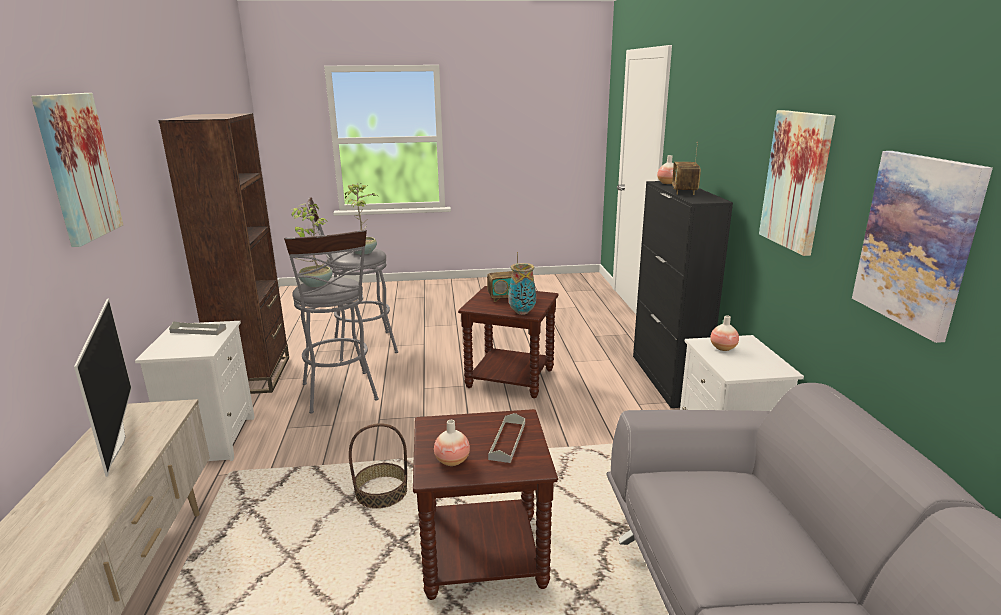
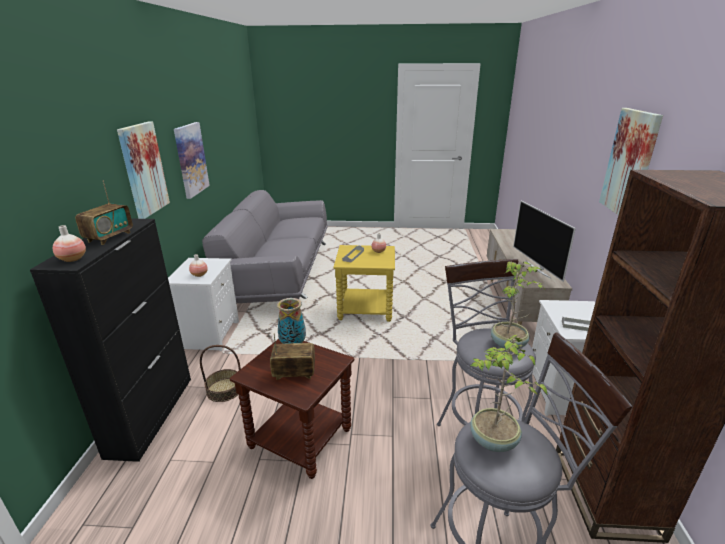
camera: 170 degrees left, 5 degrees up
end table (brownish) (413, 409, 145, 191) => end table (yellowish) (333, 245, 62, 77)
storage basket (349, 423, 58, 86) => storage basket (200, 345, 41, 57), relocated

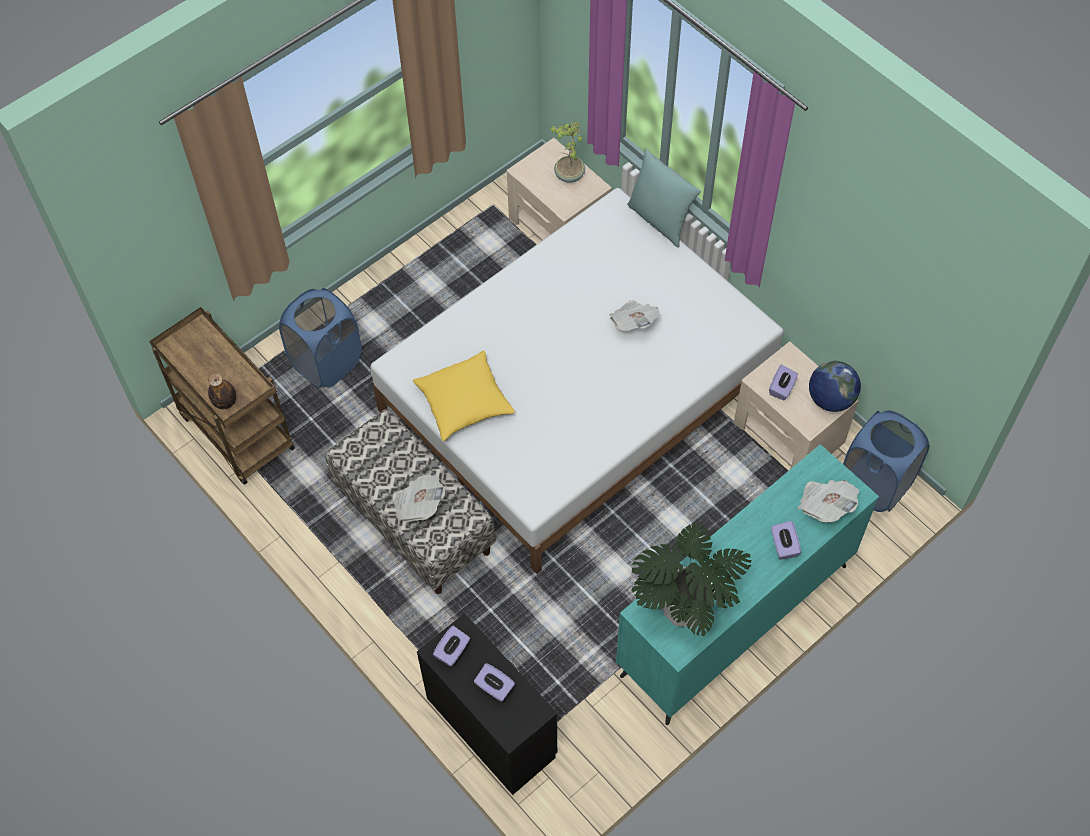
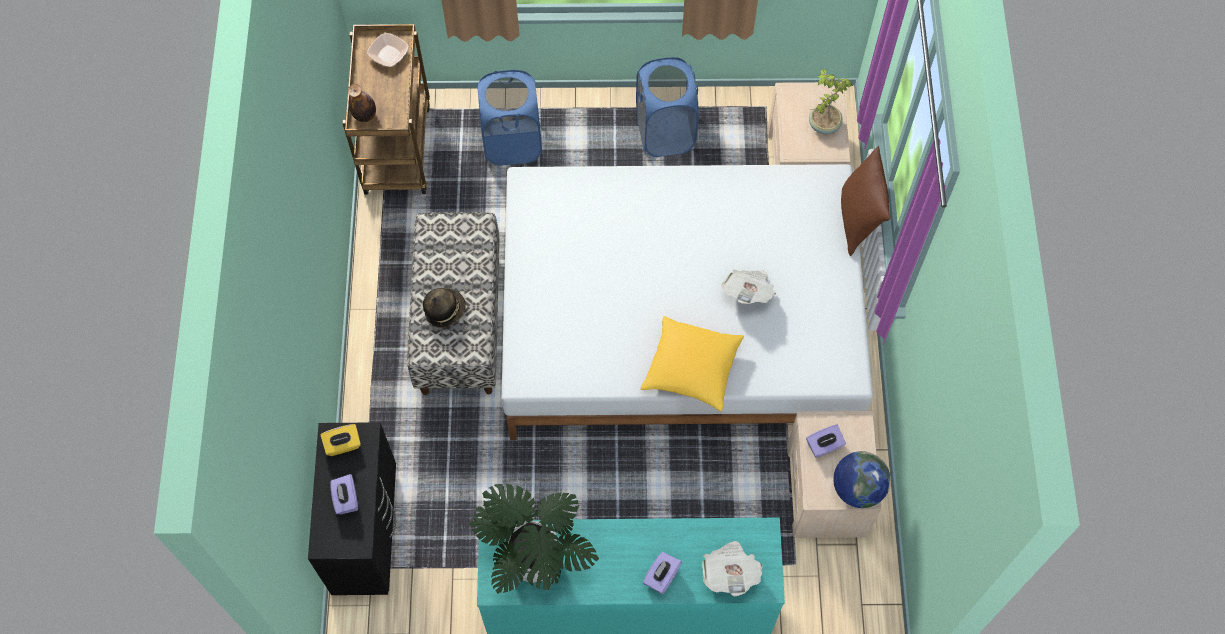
camera: 40 degrees right, 5 degrees up
cushion (turquoise-coloured) (627, 148, 74, 100) => cushion (brownish) (841, 146, 49, 110)
cushion (yellowish) (413, 350, 102, 91) => cushion (yellowish) (641, 316, 103, 95), relocated
laundry basket (blue-coloured) (843, 410, 87, 102) => laundry basket (blue-coloured) (636, 57, 63, 100), relocated
printed paper (392, 475, 53, 47) => wearable hat (423, 288, 43, 40)
tissue box (purple) (433, 626, 37, 41) => tissue box (yellowish) (320, 424, 41, 32)
nothing => bowl (367, 33, 42, 34)

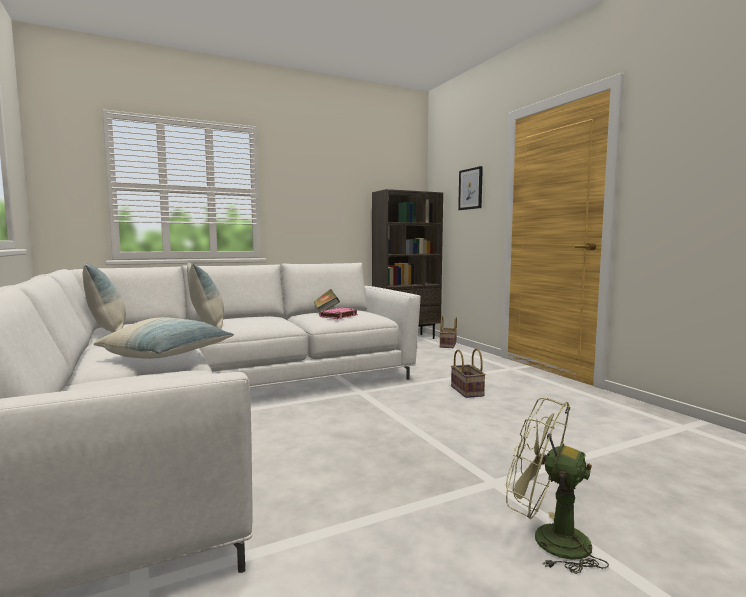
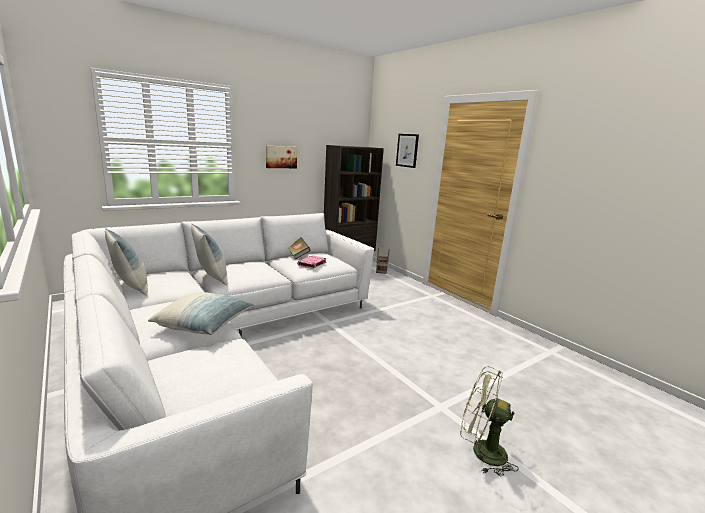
camera: 10 degrees left, 10 degrees up
storage basket (451, 348, 35, 50) => nothing
nothing => wall art (266, 146, 31, 22)

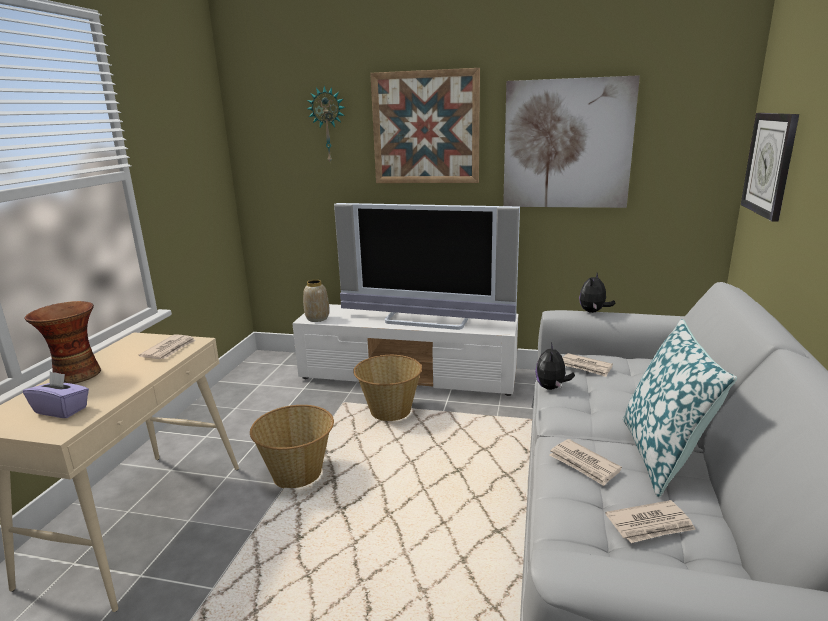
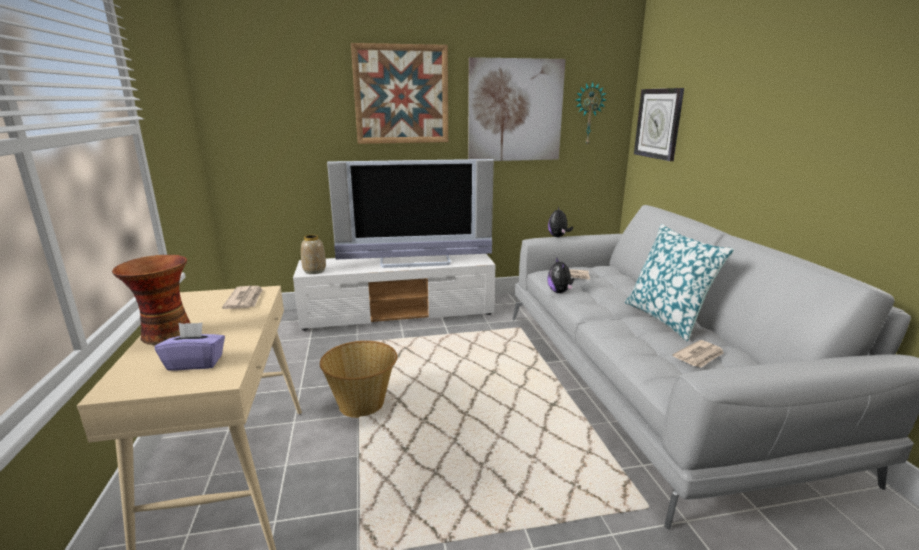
camera: 25 degrees left, 0 degrees up
clock on the wall (307, 86, 39, 76) => clock on the wall (576, 82, 30, 63), relocated
storage basket (353, 355, 69, 66) => nothing
printed paper (549, 439, 73, 47) => nothing

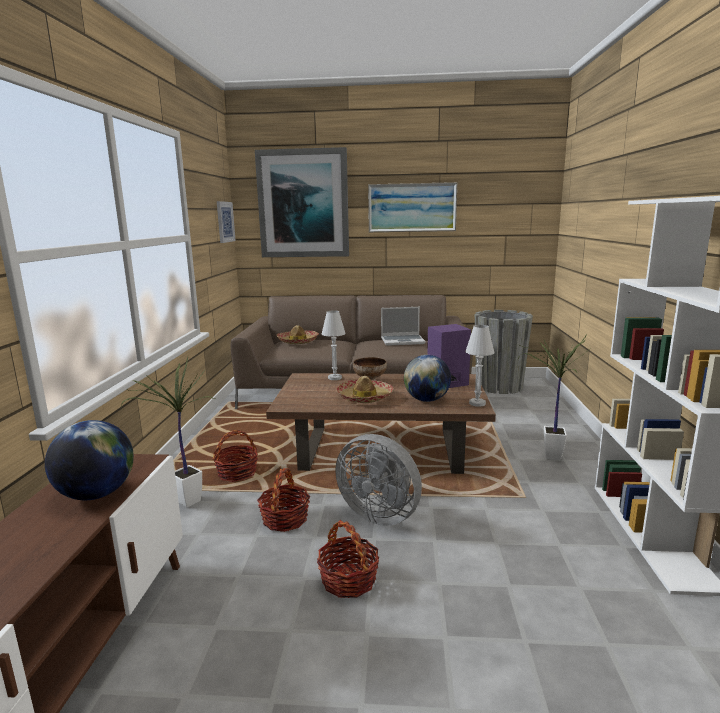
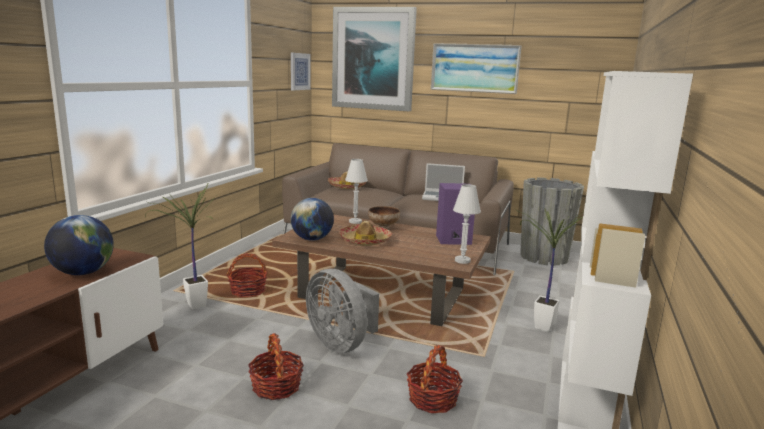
camera: 15 degrees right, 0 degrees up
desk globe (404, 355, 47, 47) => desk globe (291, 198, 43, 43), relocated
storage basket (257, 468, 53, 64) => storage basket (407, 345, 56, 69), relocated

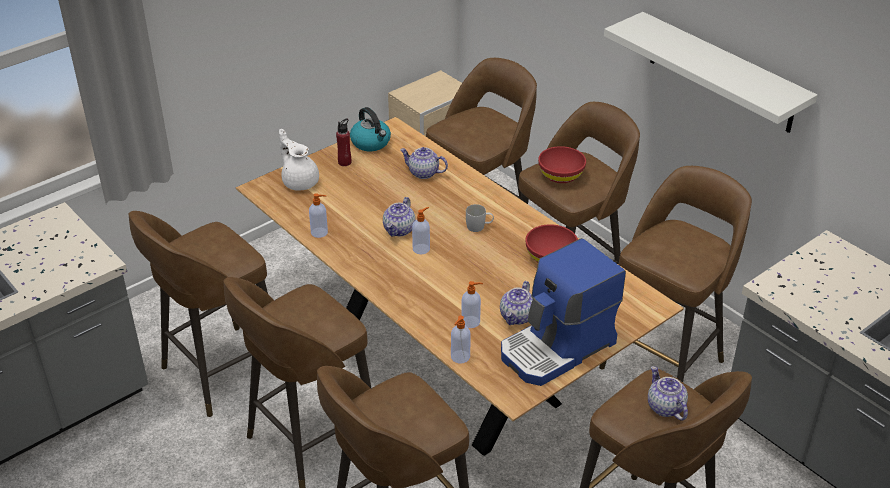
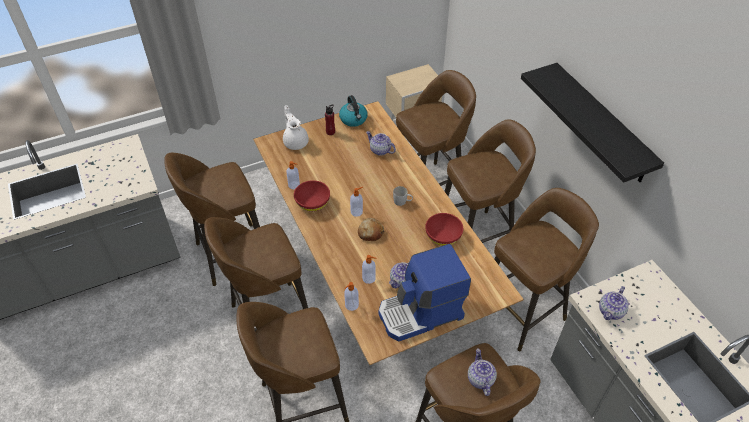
camera: 15 degrees right, 10 degrees up
shelf (white-coloured) (604, 12, 213, 121) => shelf (black-coloured) (521, 63, 143, 120)
bowl (red-coloured) (538, 146, 48, 37) => bowl (red-coloured) (294, 180, 36, 31), relocated
teapot (383, 197, 33, 40) => teapot (599, 286, 30, 34), relocated
nothing => baked bread (358, 218, 27, 23)

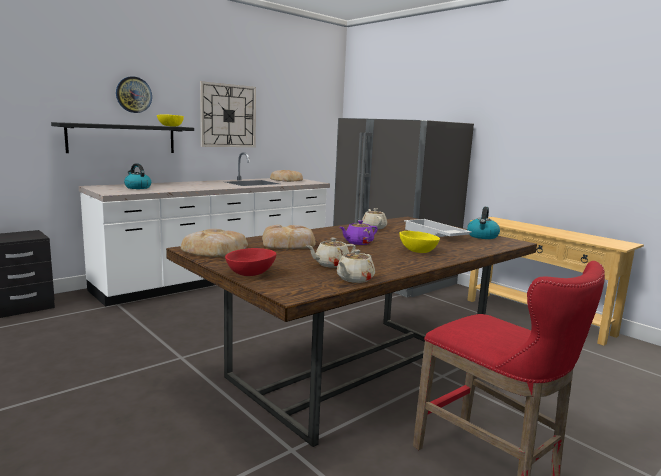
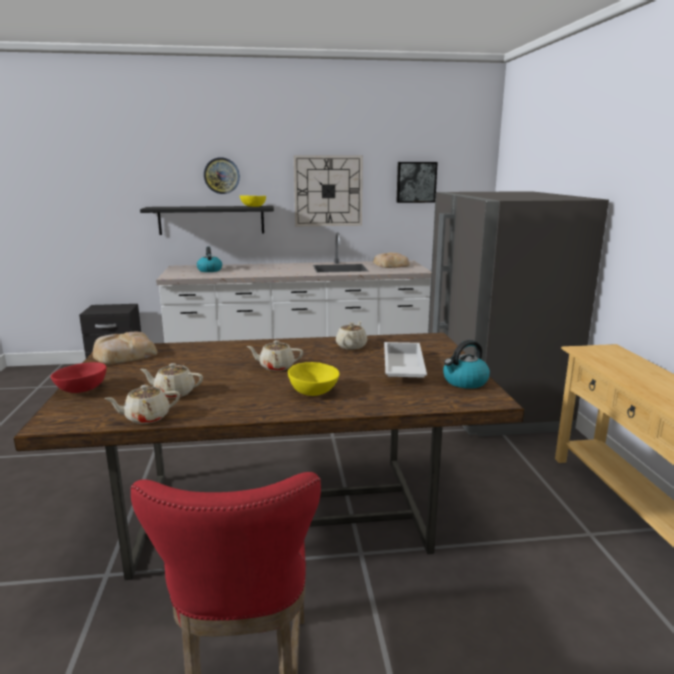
camera: 35 degrees right, 5 degrees up
teapot (purple) (340, 220, 38, 25) => teapot (beige-coloured) (246, 340, 57, 31)
baked bread (262, 225, 54, 24) => nothing
nothing => wall art (396, 162, 42, 41)

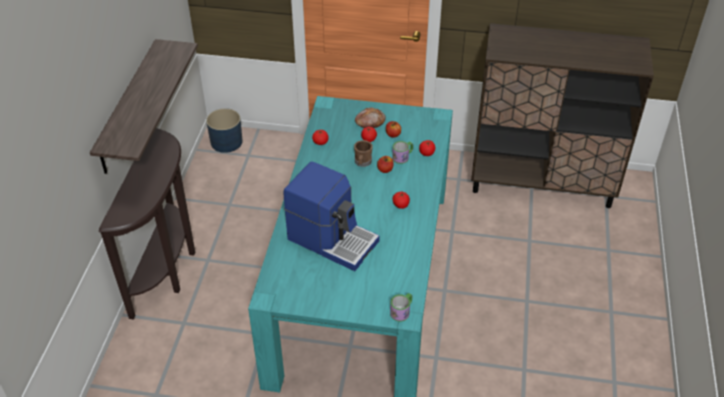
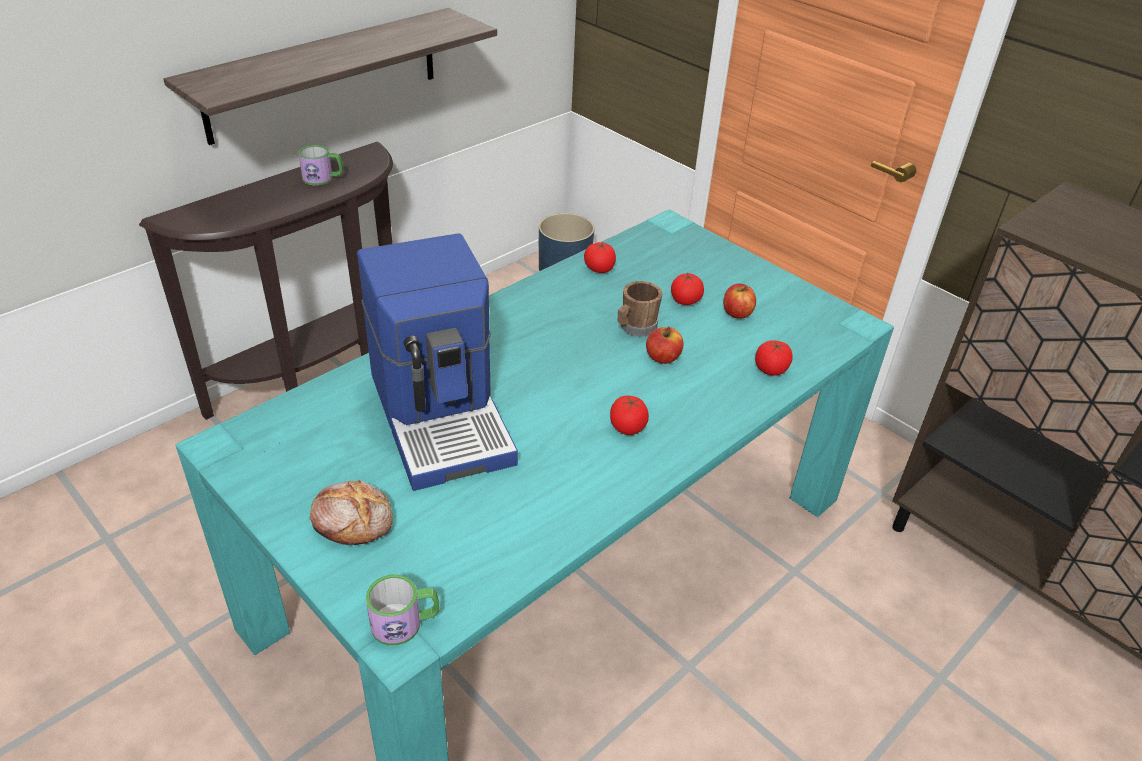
camera: 35 degrees right, 5 degrees down
baked bread (355, 107, 31, 21) => baked bread (310, 480, 83, 65), relocated
tea mug (392, 141, 21, 23) => tea mug (298, 145, 45, 40), relocated

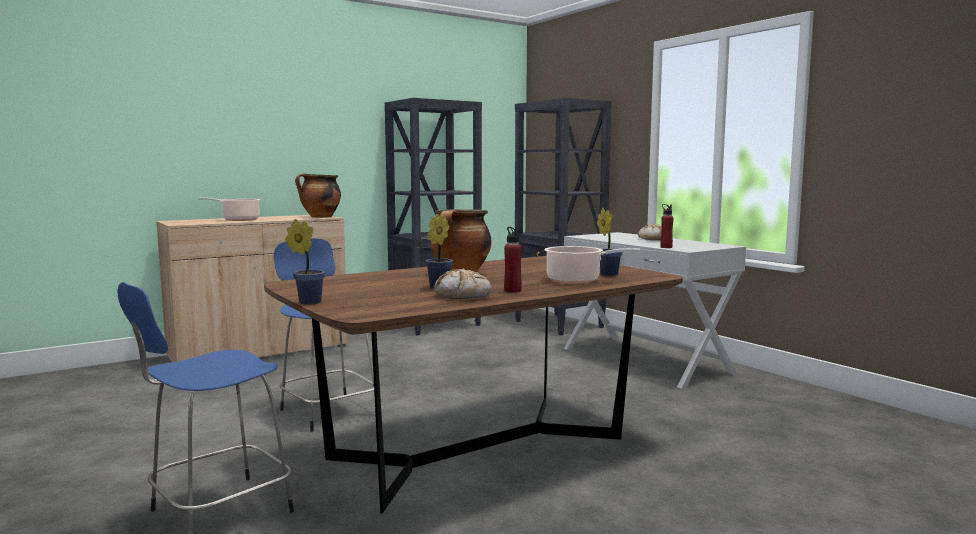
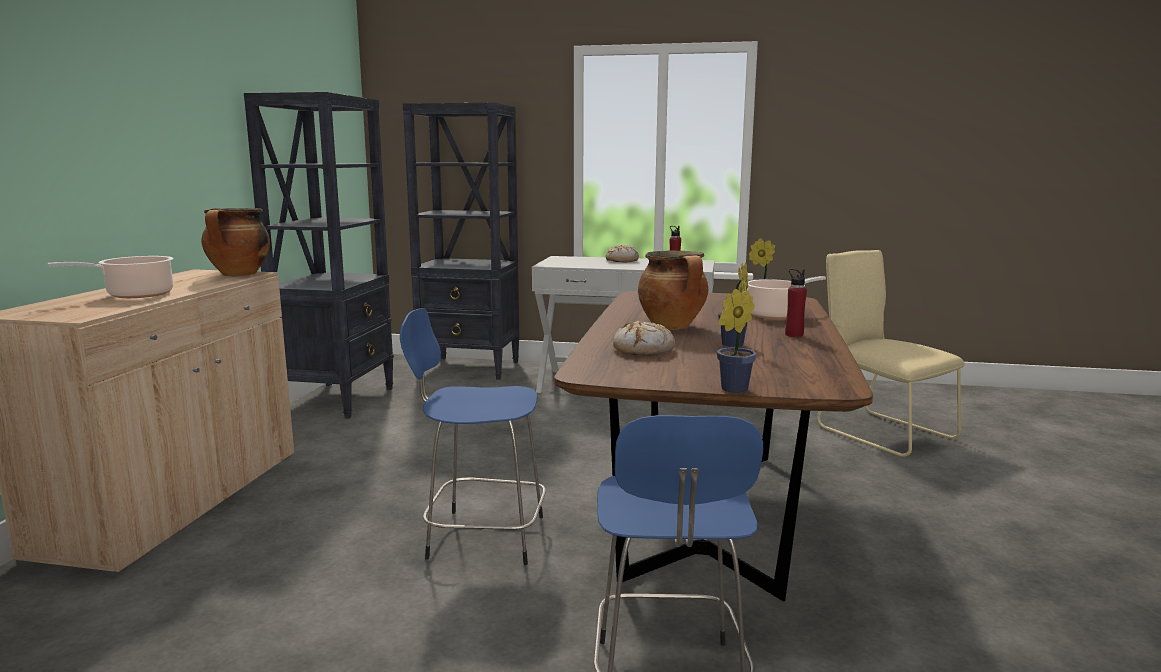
camera: 45 degrees left, 5 degrees up
baked bread (434, 268, 57, 31) => baked bread (613, 320, 62, 36), relocated
nothing => plain chair (beige-coloured) (817, 250, 147, 207)

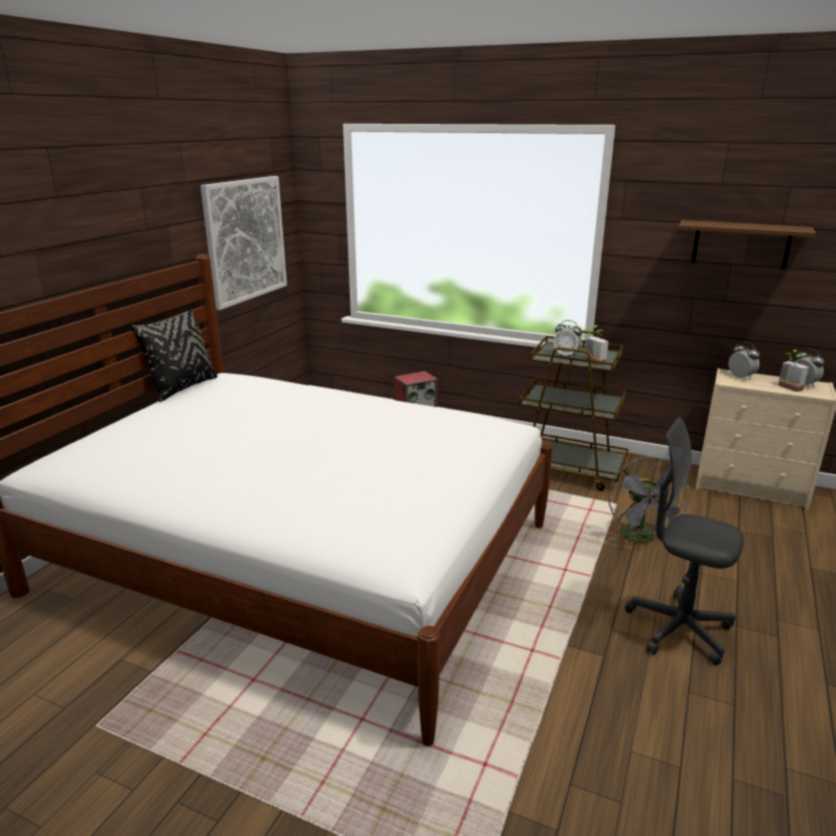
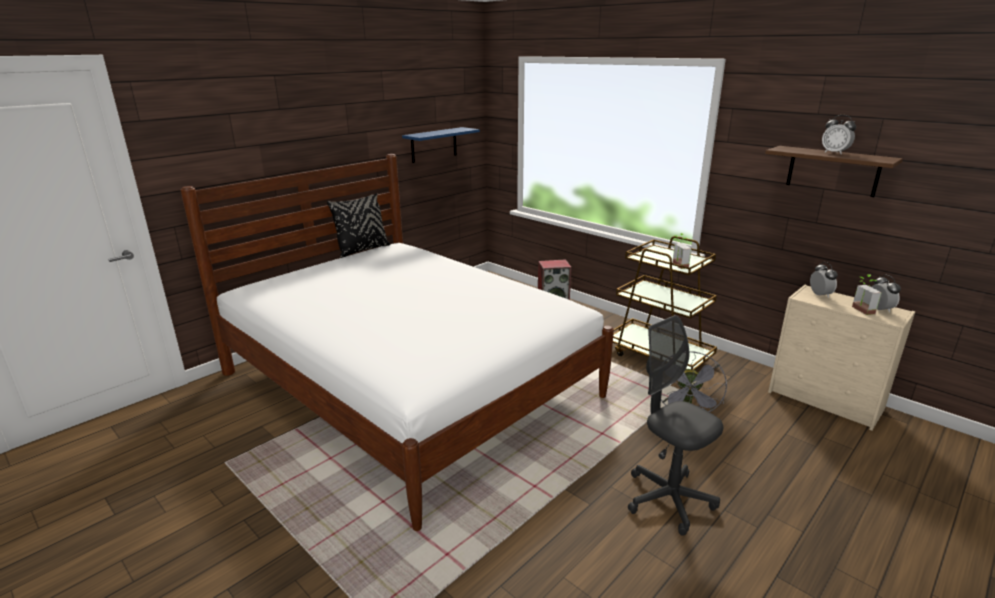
camera: 20 degrees right, 0 degrees up
wall art (200, 176, 87, 134) => shelf (blue-coloured) (402, 127, 78, 36)
table clock (554, 320, 28, 38) => table clock (822, 115, 34, 39), relocated

